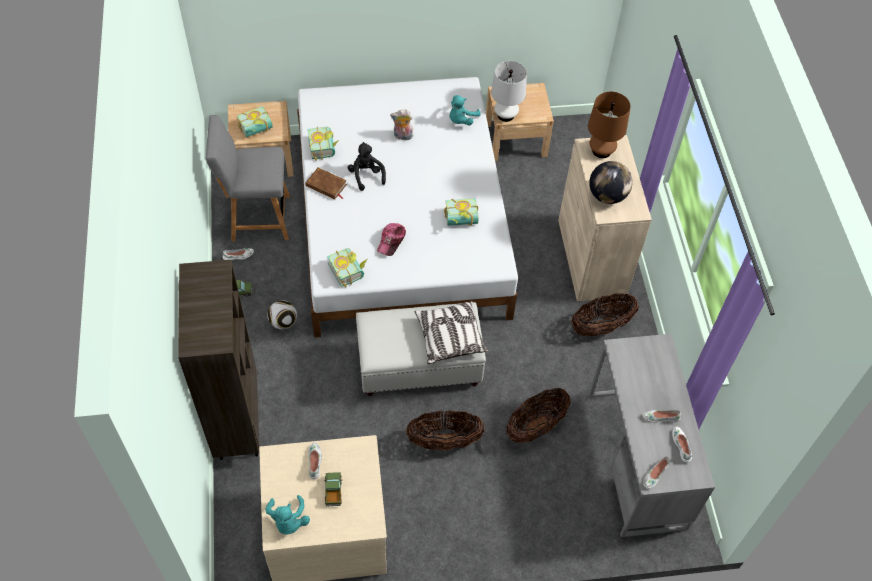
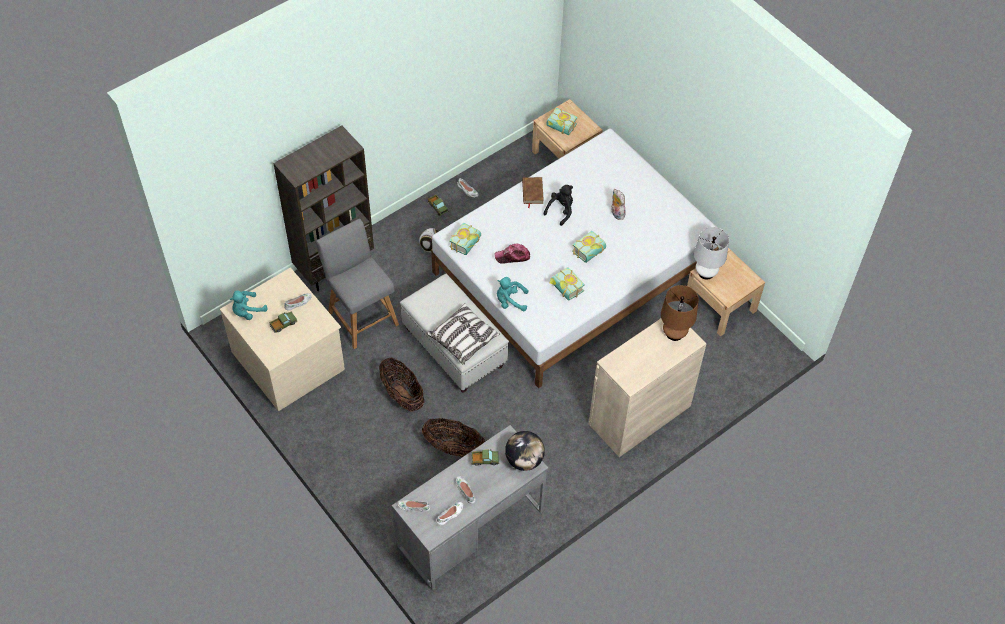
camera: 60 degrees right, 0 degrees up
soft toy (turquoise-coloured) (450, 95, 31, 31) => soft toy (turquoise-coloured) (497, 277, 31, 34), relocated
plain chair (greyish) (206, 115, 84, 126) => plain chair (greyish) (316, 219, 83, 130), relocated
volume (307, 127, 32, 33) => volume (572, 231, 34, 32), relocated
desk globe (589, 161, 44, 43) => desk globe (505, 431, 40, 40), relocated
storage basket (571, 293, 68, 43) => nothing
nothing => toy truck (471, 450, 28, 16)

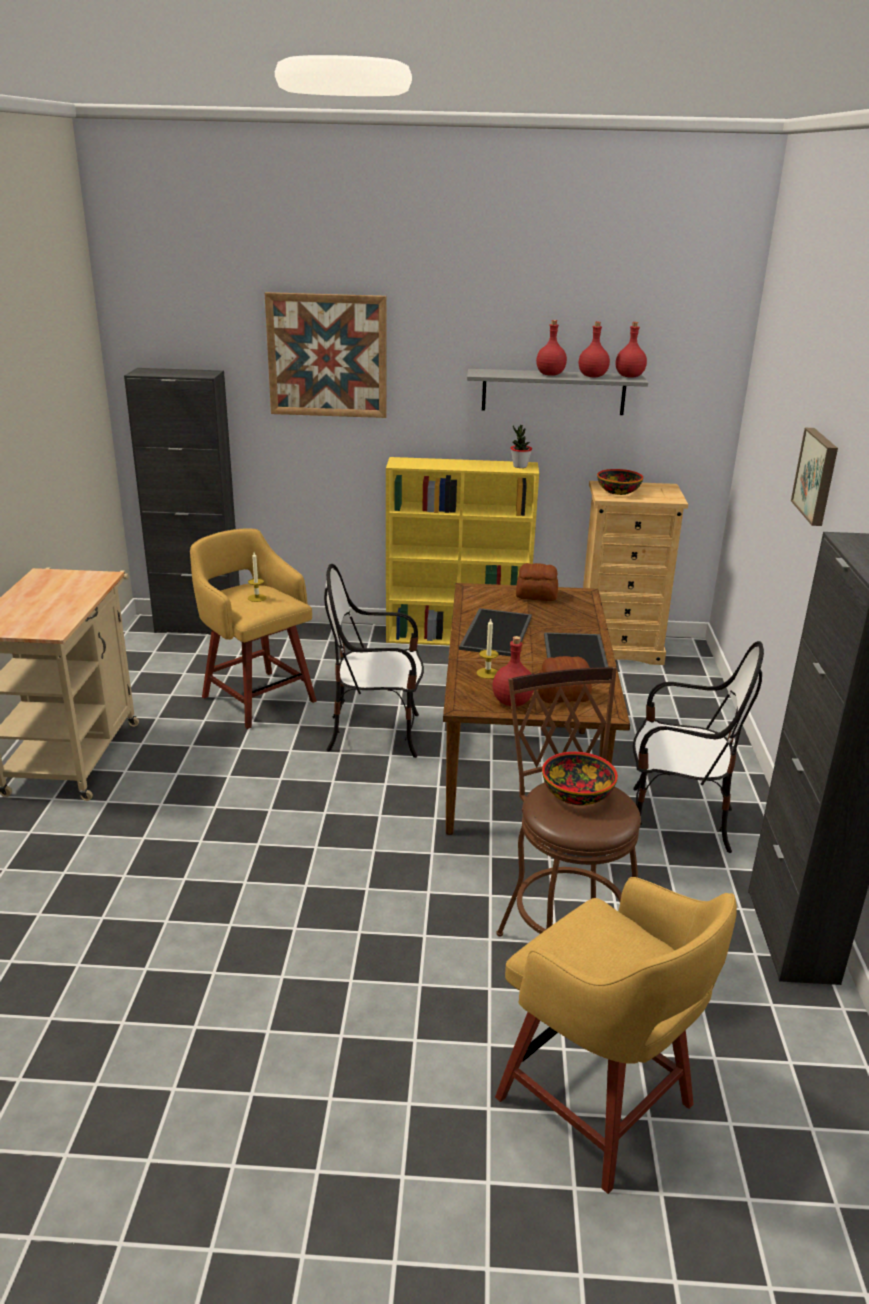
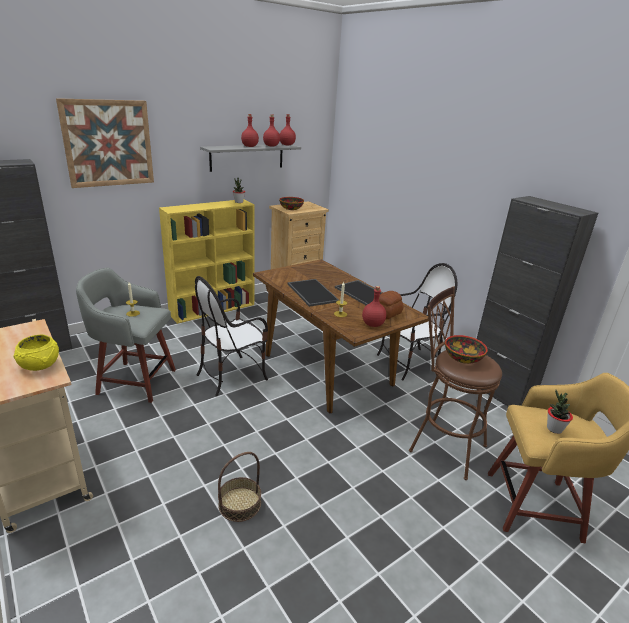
camera: 40 degrees left, 0 degrees up
wall art (791, 428, 47, 98) => nothing
stool seat (yellowish) (190, 528, 127, 201) => stool seat (greyish) (76, 268, 100, 135)
baked bread (516, 563, 42, 38) => nothing
nothing => bowl (yellowish) (13, 335, 46, 36)
nothing => plant in a pot (547, 390, 26, 44)
nothing => storage basket (218, 452, 43, 70)

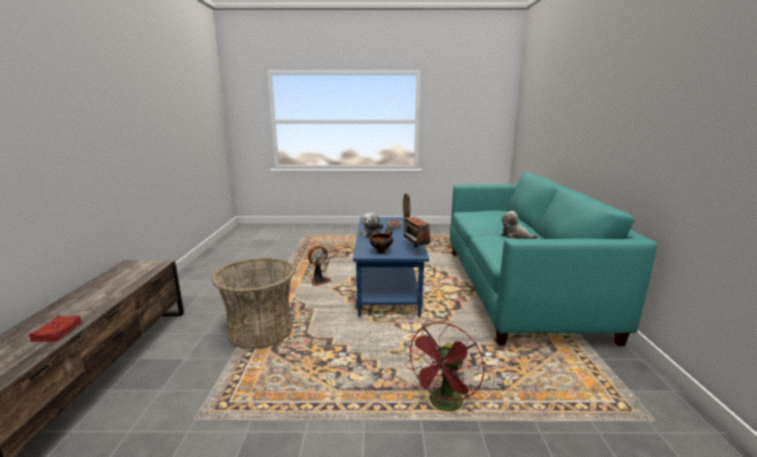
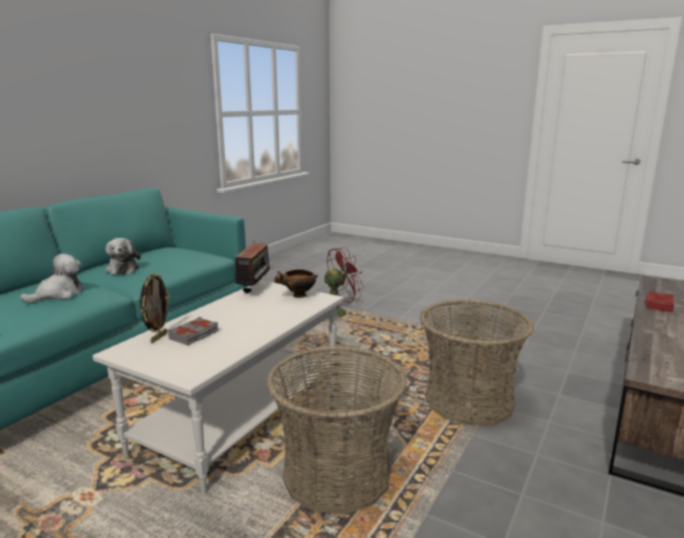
camera: 150 degrees left, 0 degrees up
soft toy (360, 213, 23, 25) => soft toy (20, 254, 63, 49), relocated
lounge table (blue-coloured) (353, 217, 76, 100) => lounge table (white-coloured) (93, 280, 251, 214)
fan (308, 245, 24, 41) => storage basket (266, 346, 141, 168)

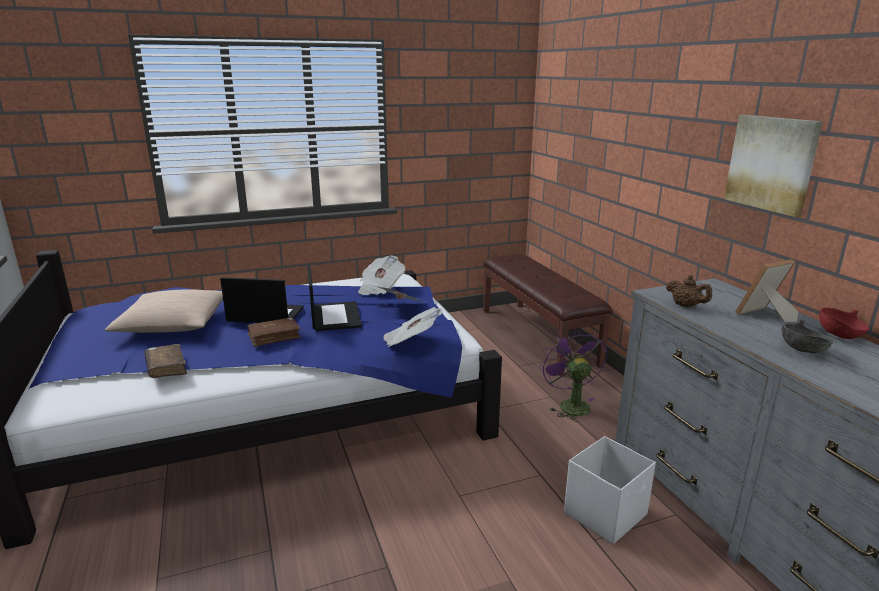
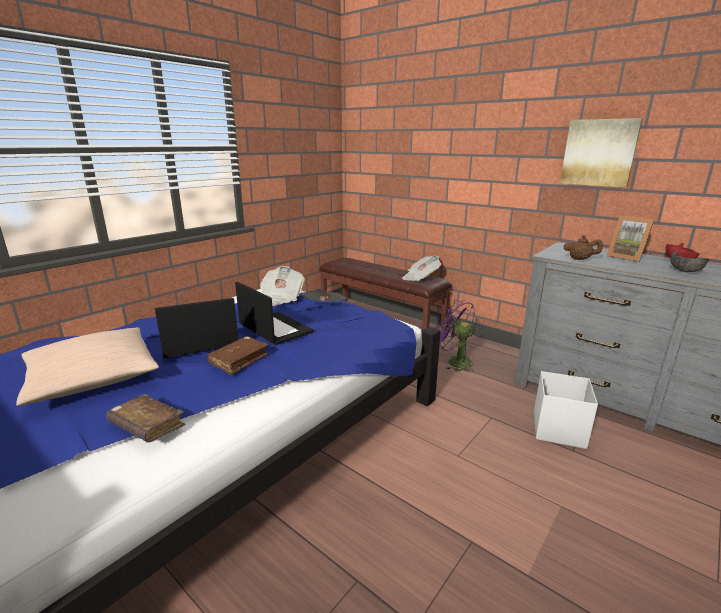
camera: 30 degrees left, 0 degrees up
standing frame (735, 259, 63, 63) => standing frame (606, 215, 48, 47), 75 degrees counterclockwise
printed paper (383, 307, 59, 40) => printed paper (402, 255, 39, 26), relocated

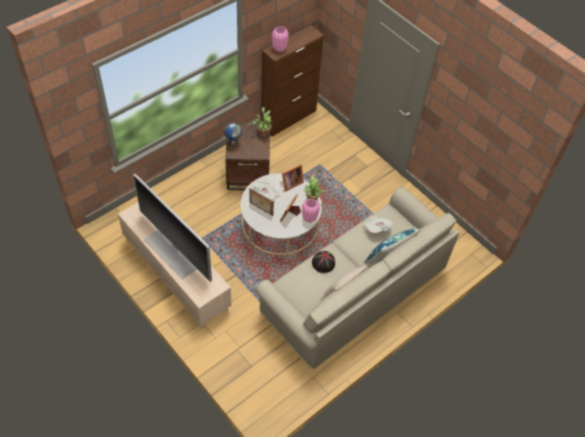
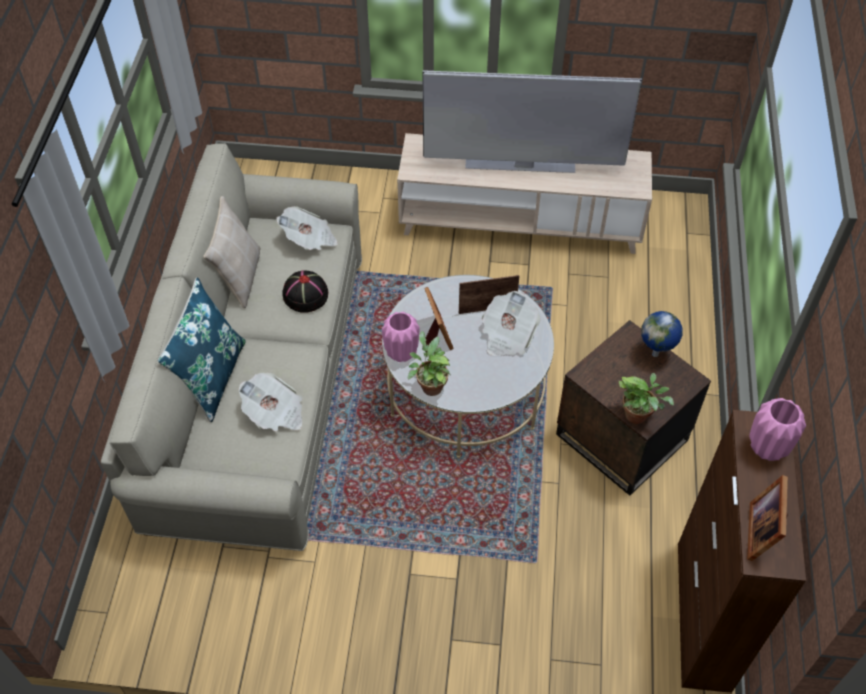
camera: 140 degrees right, 0 degrees up
standing frame (282, 164, 22, 28) => standing frame (747, 475, 41, 86), relocated
nothing => printed paper (276, 206, 62, 44)

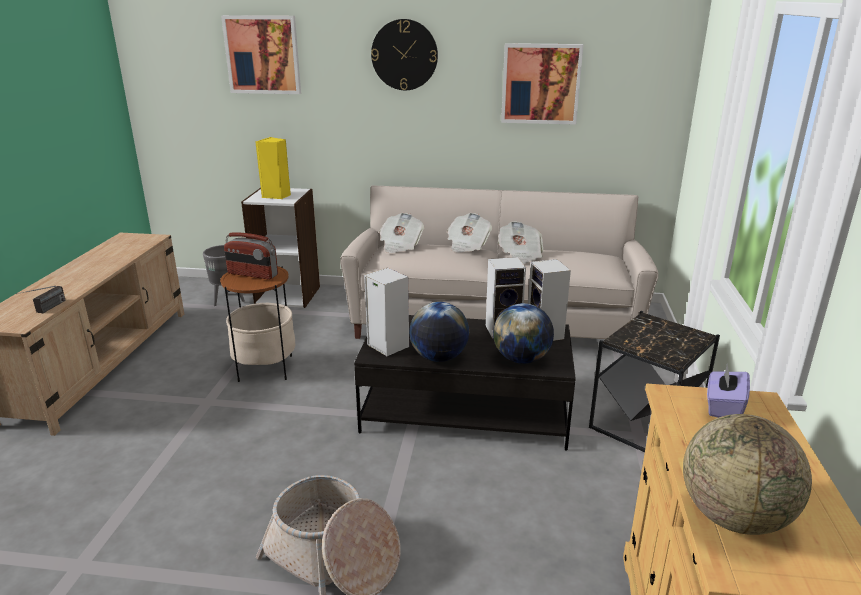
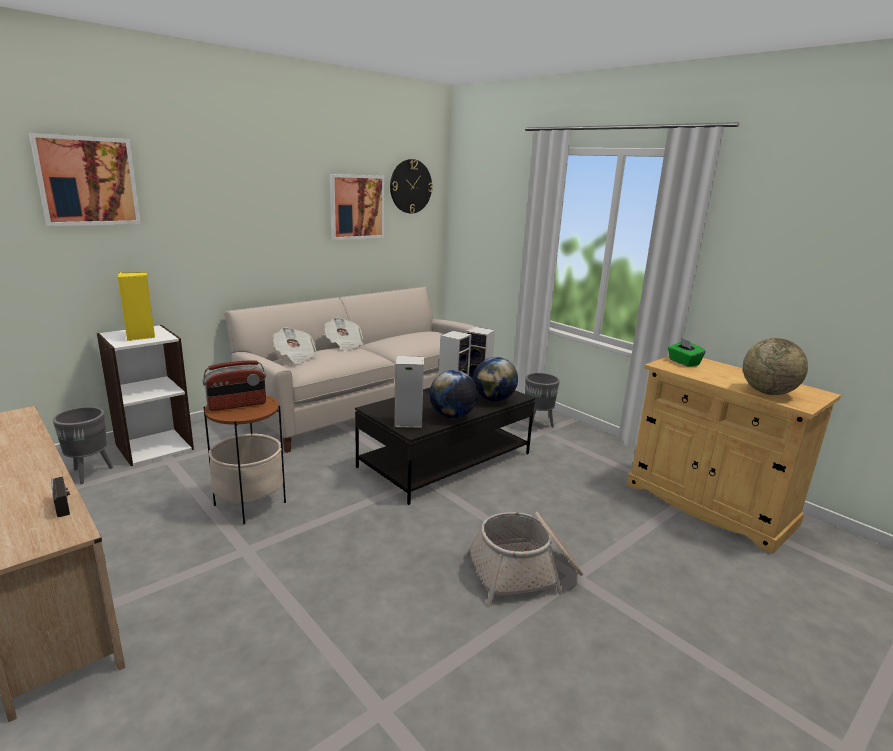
camera: 50 degrees left, 5 degrees down
clock on the wall (371, 19, 67, 71) => clock on the wall (390, 159, 43, 54), relocated
printed paper (498, 221, 45, 43) => nothing
end table (black-coloured) (589, 311, 131, 141) => plant pot (greyish) (525, 373, 35, 57)
tissue box (purple) (707, 363, 43, 55) => tissue box (greenish) (668, 338, 38, 29)

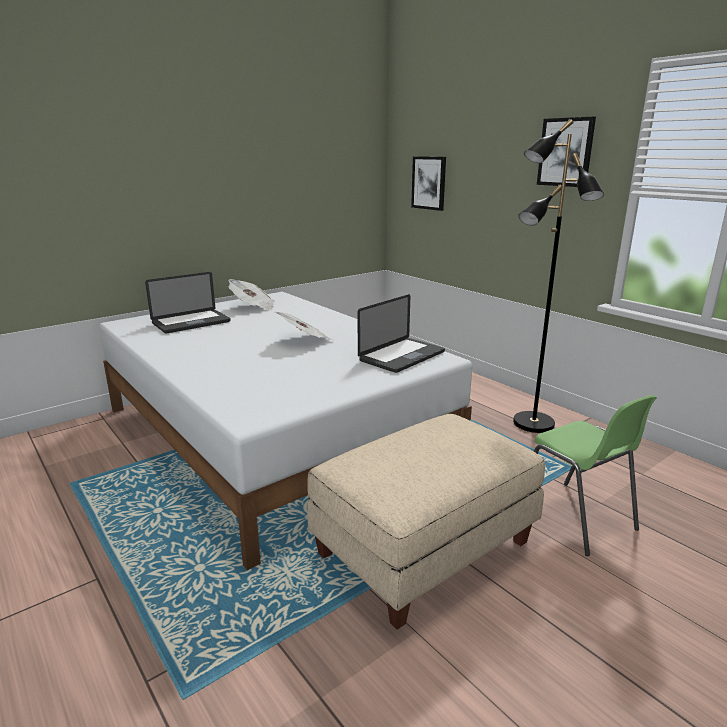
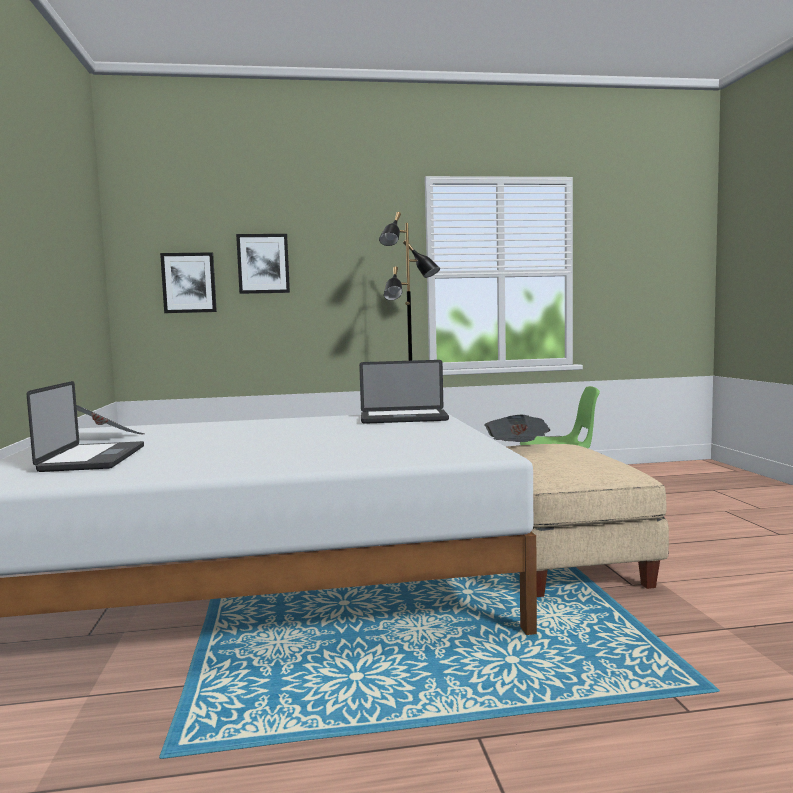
camera: 60 degrees left, 15 degrees down
wall art (537, 117, 59, 70) => wall art (236, 234, 54, 60), relocated
laptop (358, 294, 87, 79) => laptop (359, 360, 90, 64), 105 degrees clockwise
printed paper (275, 312, 58, 28) => printed paper (484, 415, 67, 27), relocated

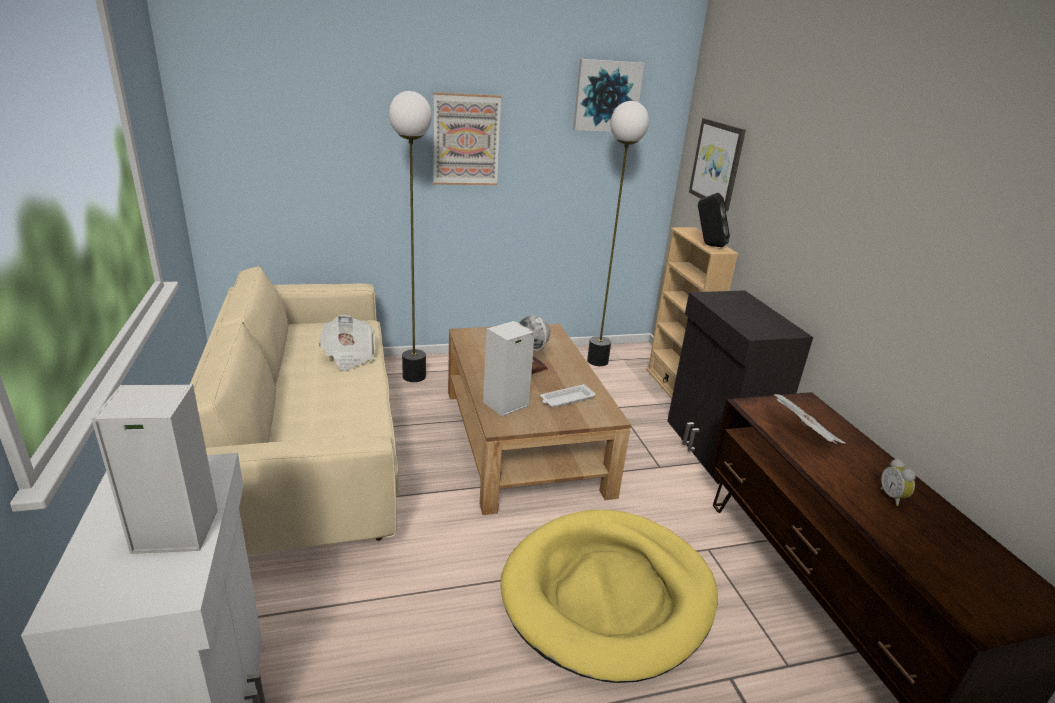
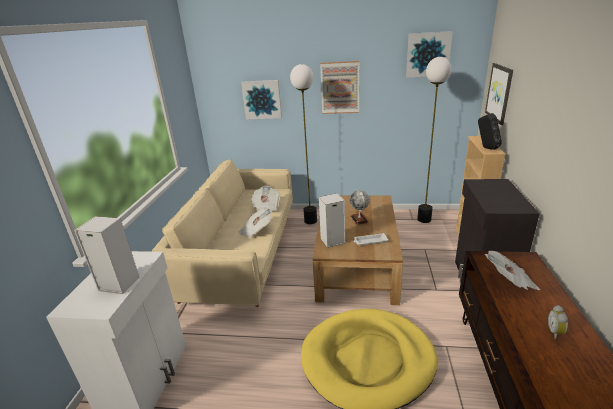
camera: 25 degrees right, 0 degrees up
nothing => wall art (241, 80, 41, 39)
nothing => printed paper (239, 208, 33, 30)

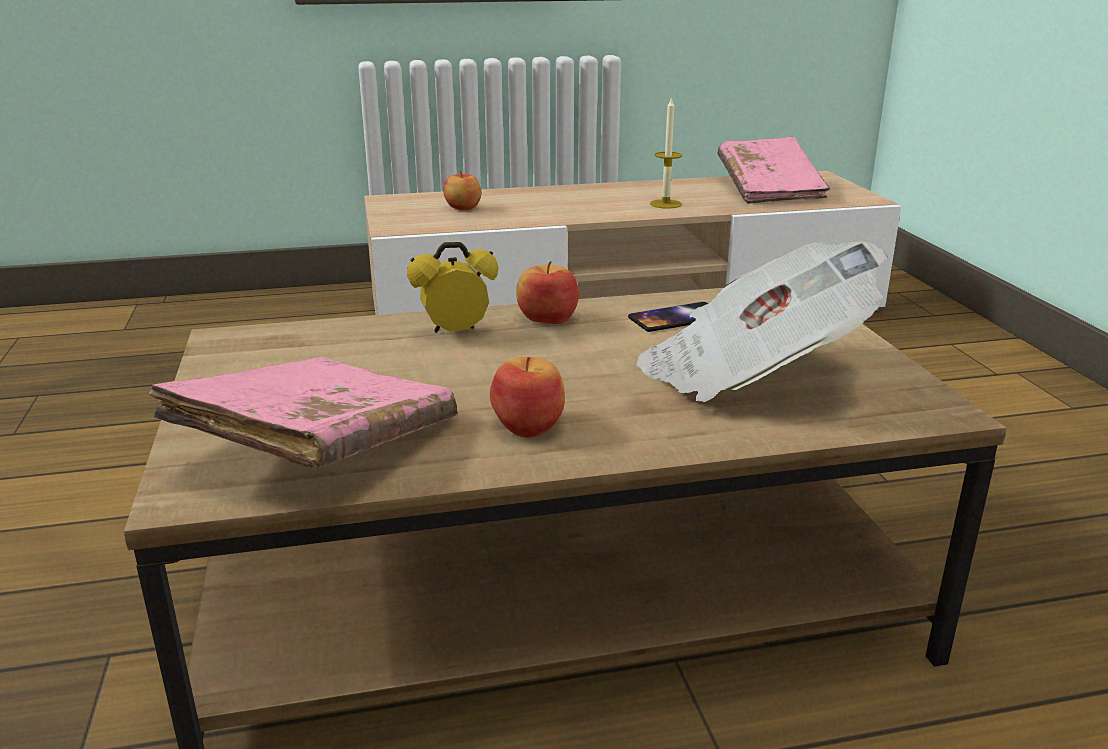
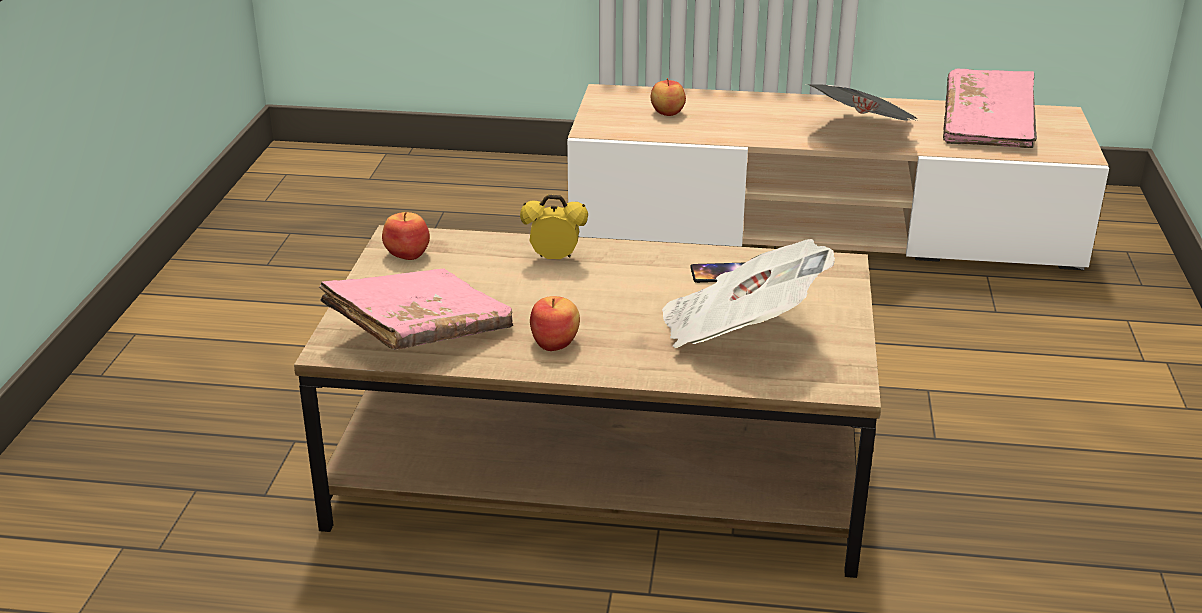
camera: 20 degrees right, 5 degrees up
wax light (650, 96, 32, 113) => printed paper (807, 84, 110, 37)
whole apple (516, 261, 63, 63) => whole apple (382, 212, 48, 48), relocated

